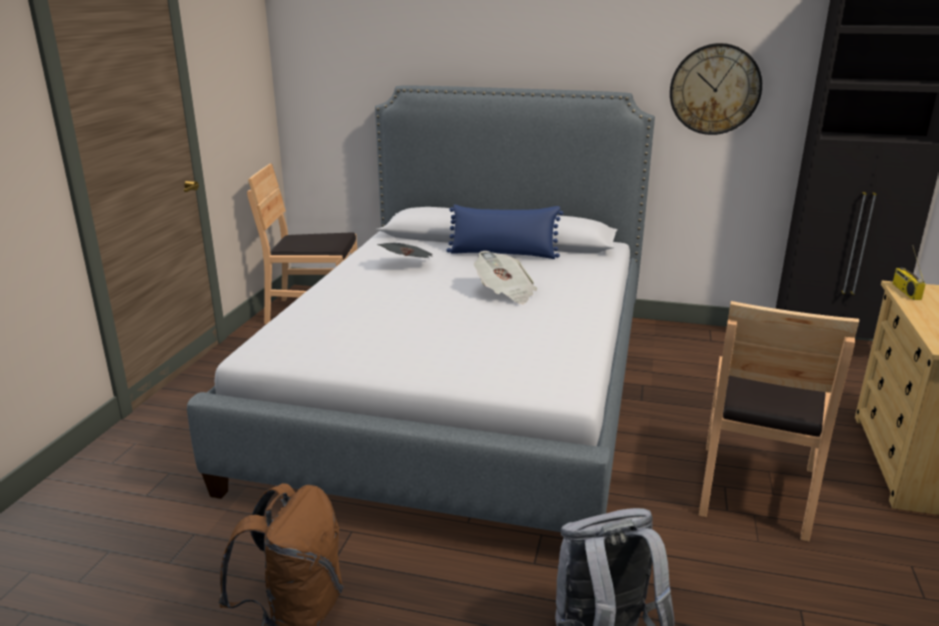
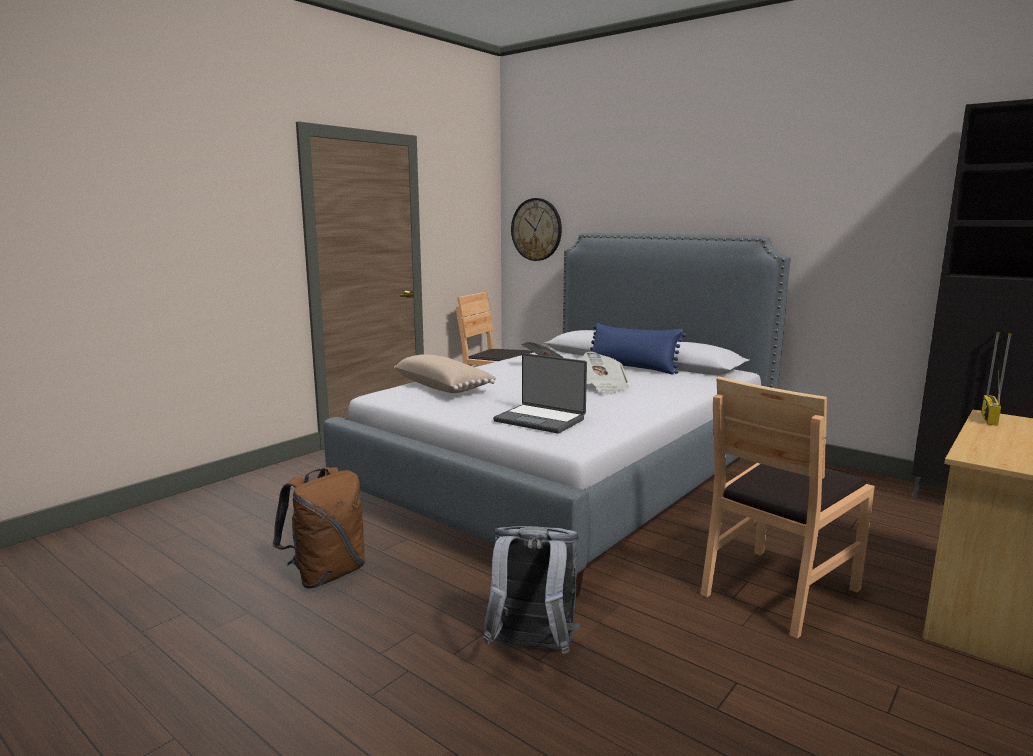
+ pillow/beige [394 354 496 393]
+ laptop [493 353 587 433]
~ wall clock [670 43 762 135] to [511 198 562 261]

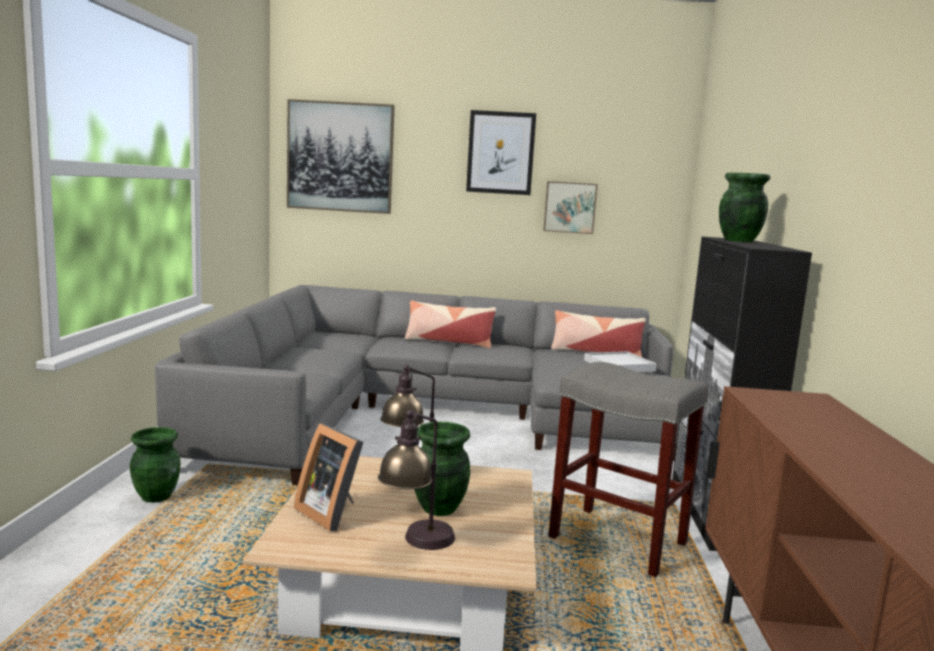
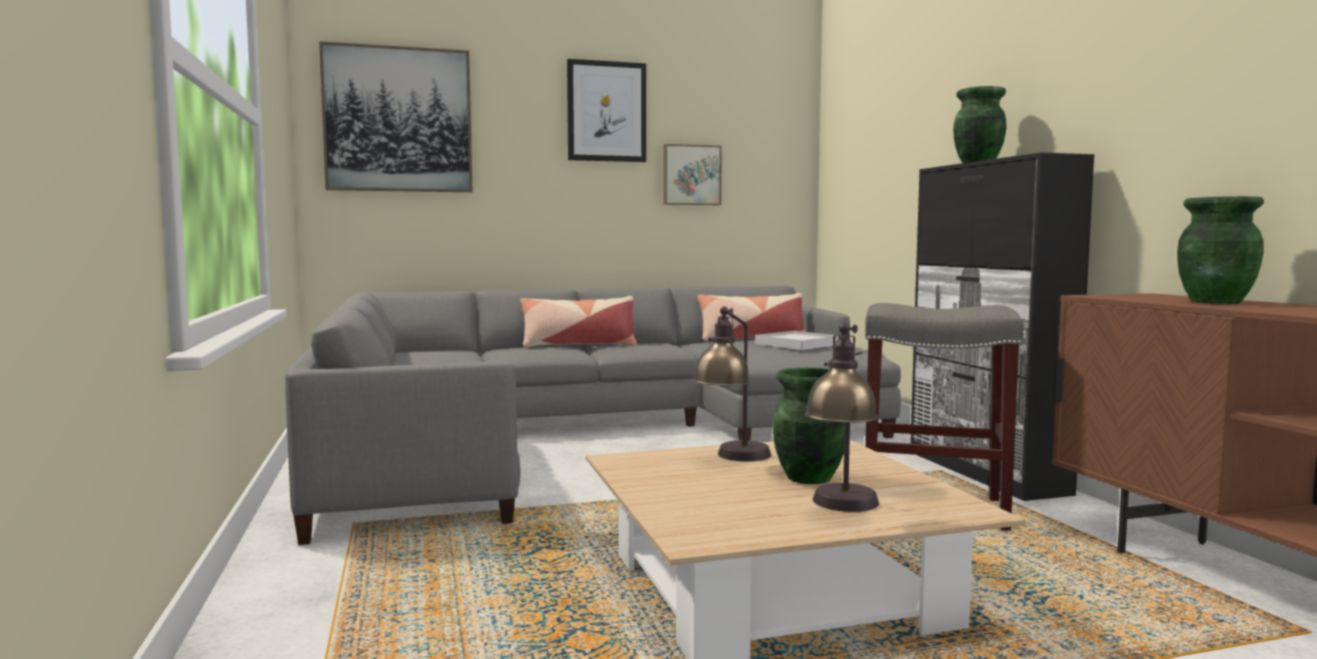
~ vase/green [130 427 181 503] to [1177 196 1264 304]
- picture frame [294 423 363 531]

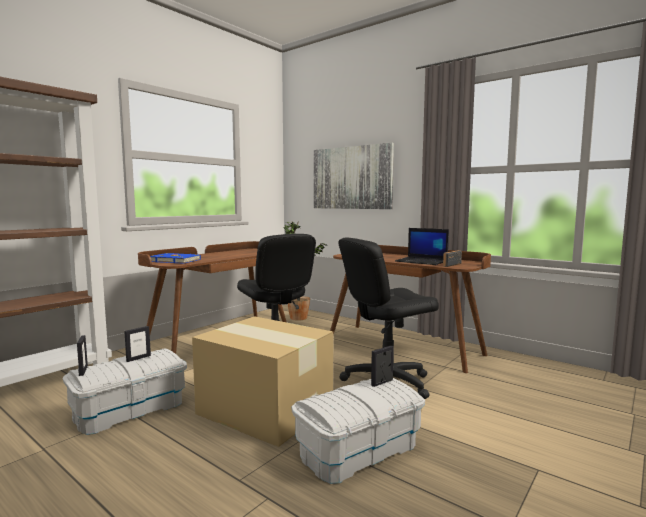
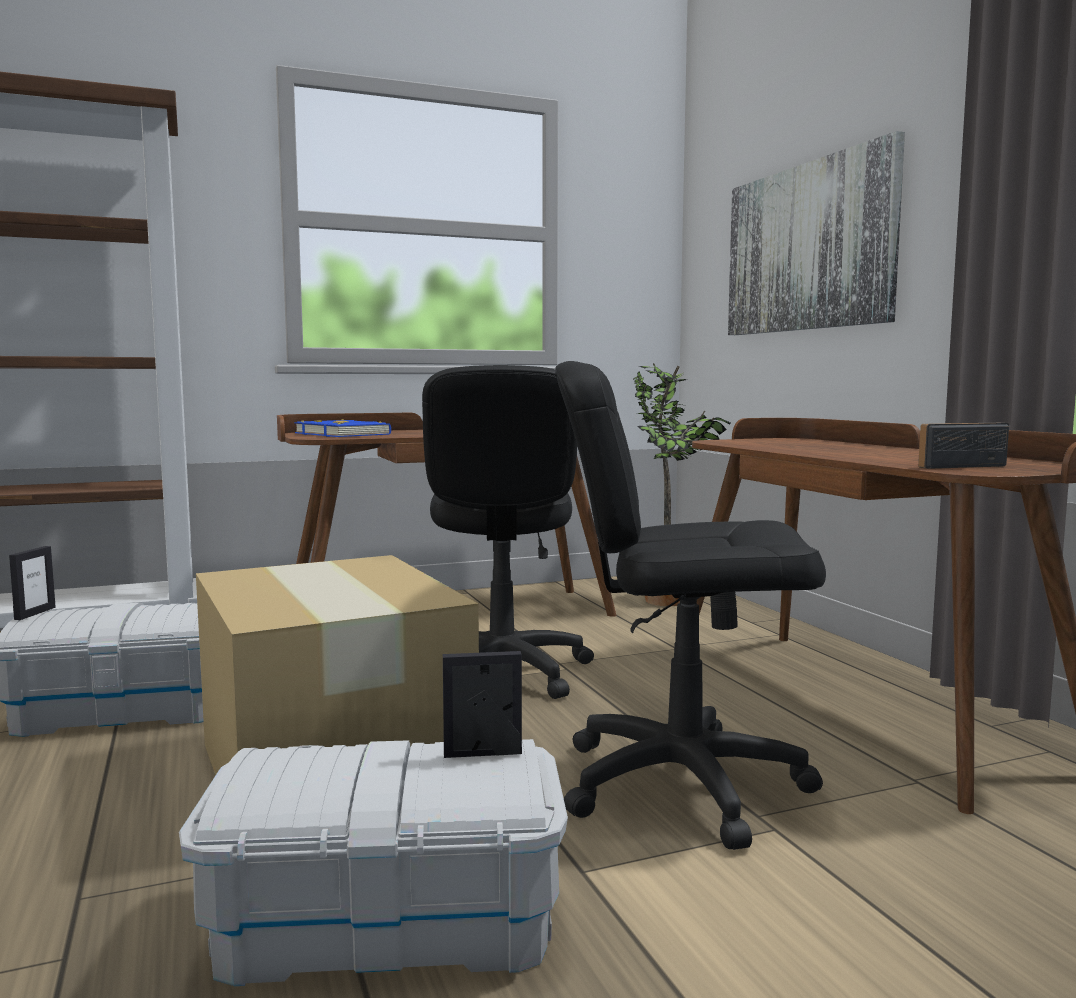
- picture frame [124 326 151 362]
- laptop [395 228 449 265]

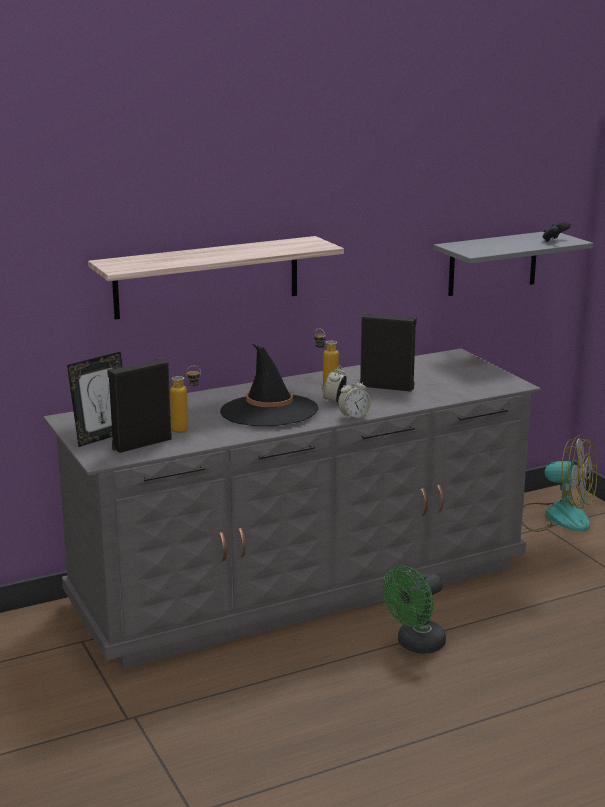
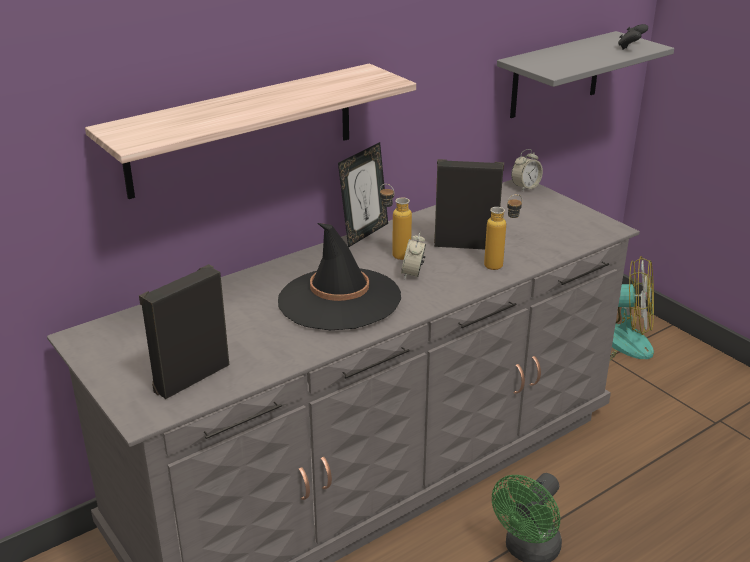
~ picture frame [67 352 123 447] to [338 142 388 247]
~ bottle [170 366 201 433] to [484 194 523 270]
~ alarm clock [338 378 371 419] to [511 149 543 192]

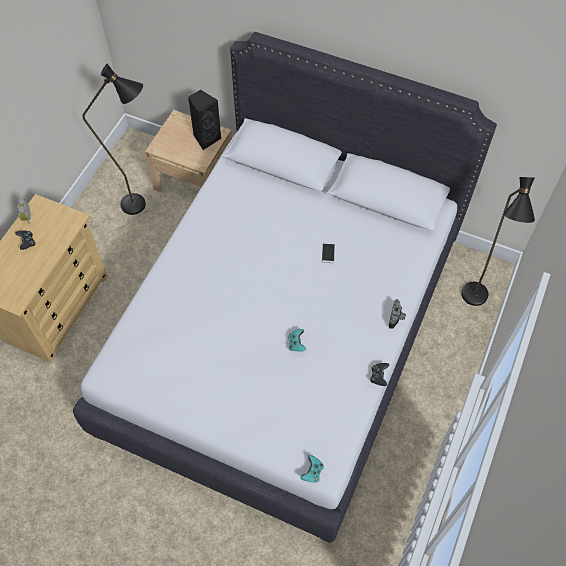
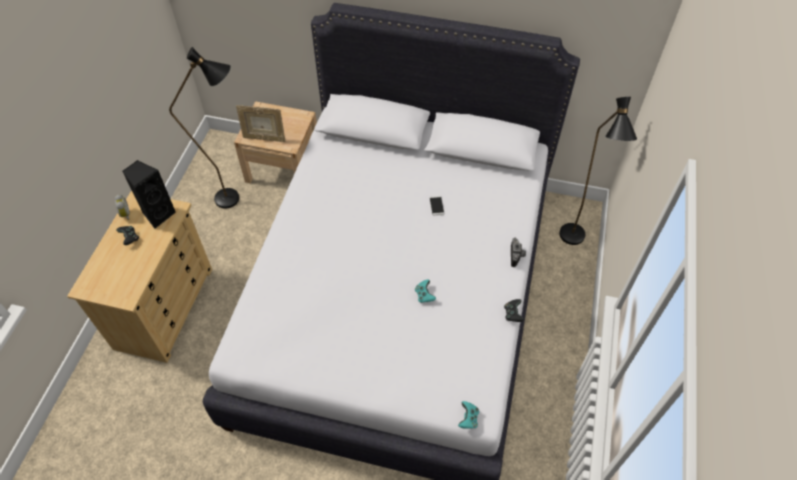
~ speaker/black [188 90 222 150] to [122 160 176 229]
+ picture frame [236 105 285 142]

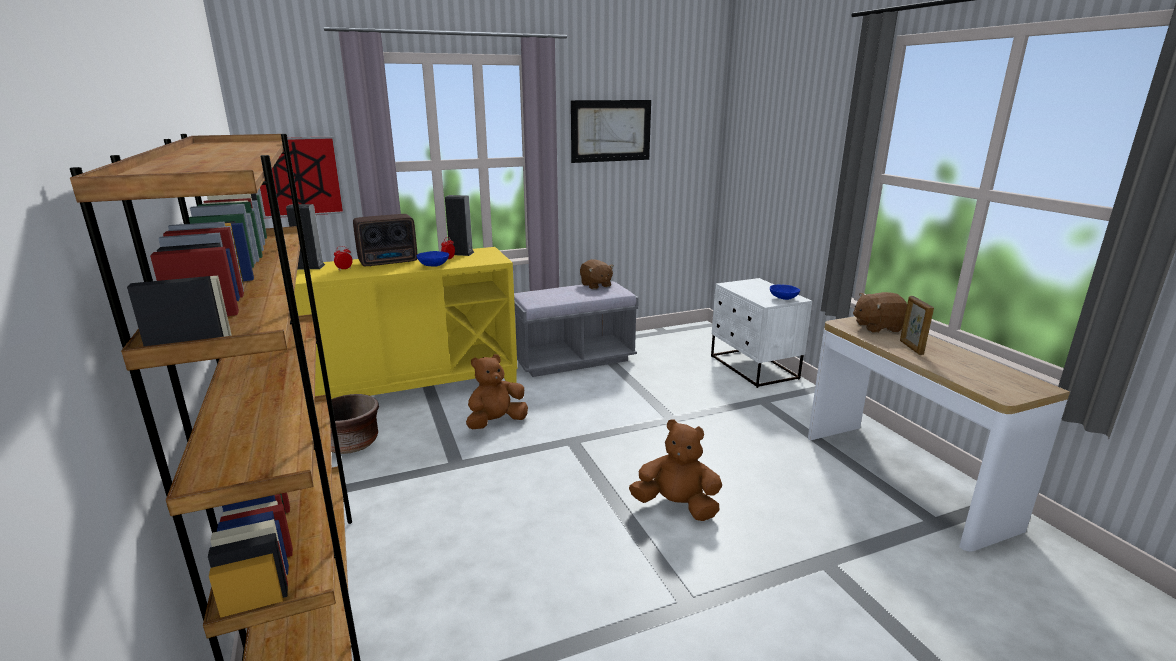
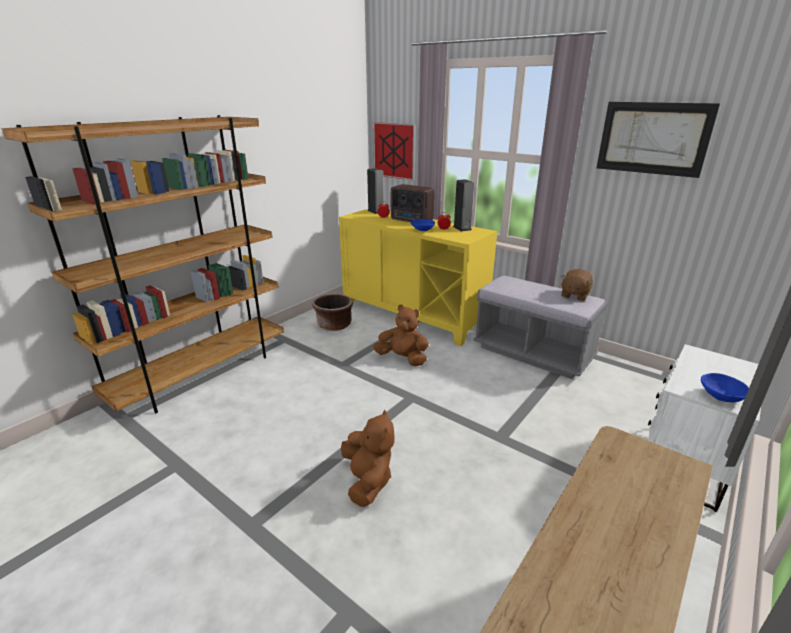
- plush toy/brown [853 292 907 333]
- picture frame [900 296 934 355]

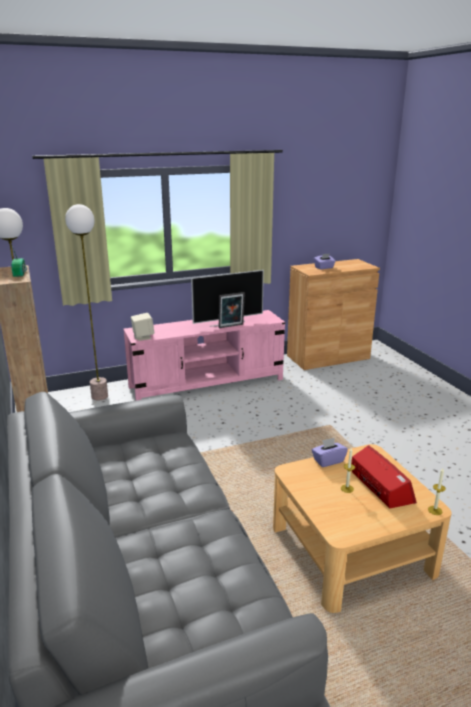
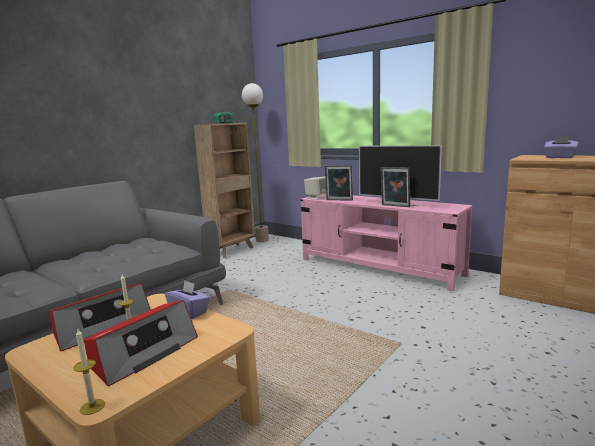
+ radio [49 283 151 351]
+ picture frame [325 165 353 200]
- floor lamp [65 204 108 400]

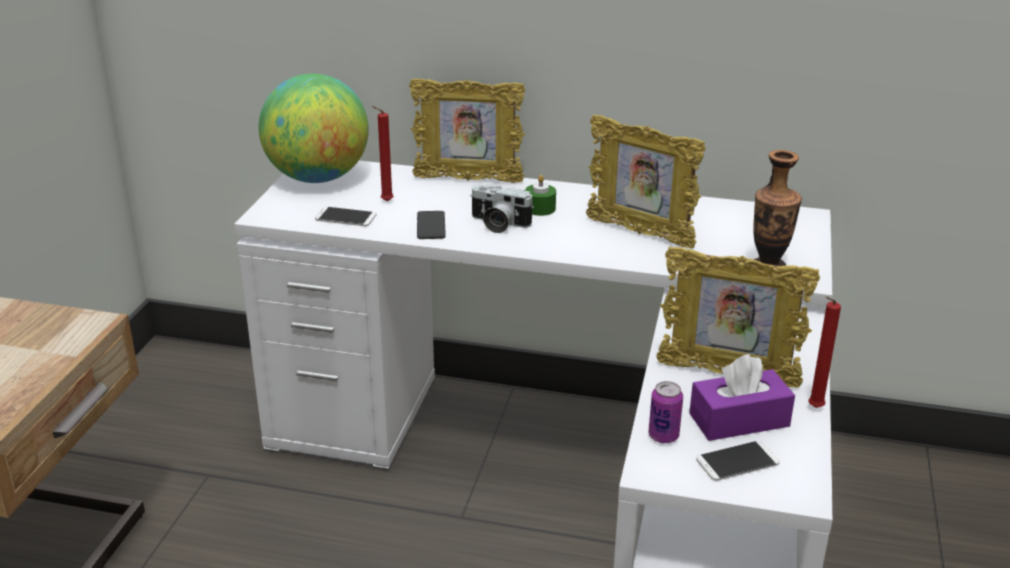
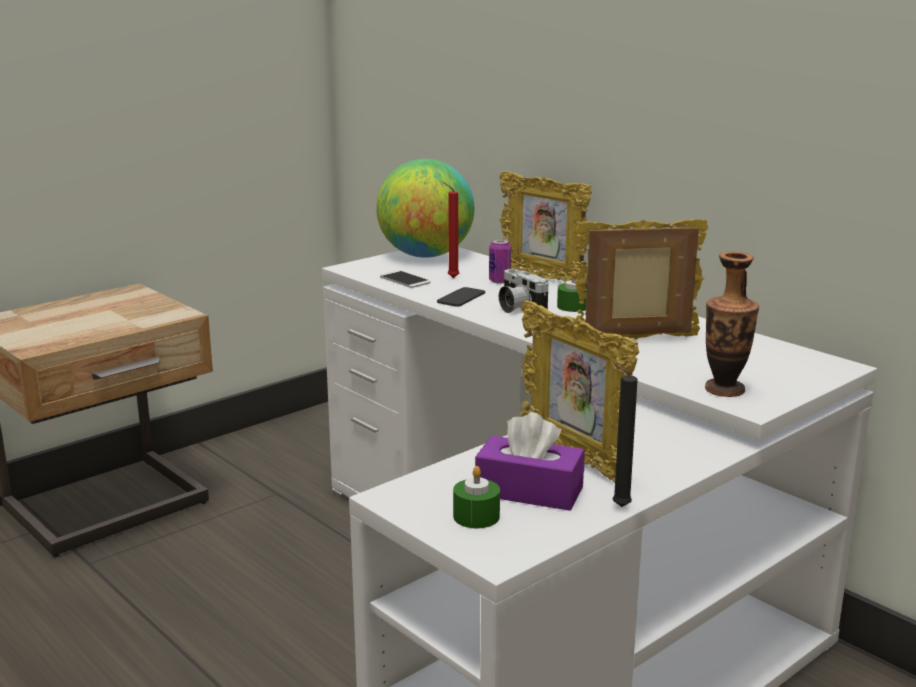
~ phone [696 441 779 481] to candle/green [453 466 500 528]
~ can [648 381 683 443] to [489 239 511 283]
~ picture frame [586 114 706 248] = [574 219 708 339] 105 degrees clockwise
~ candle/red [808 297 841 408] to candle/black [612 363 638 507]

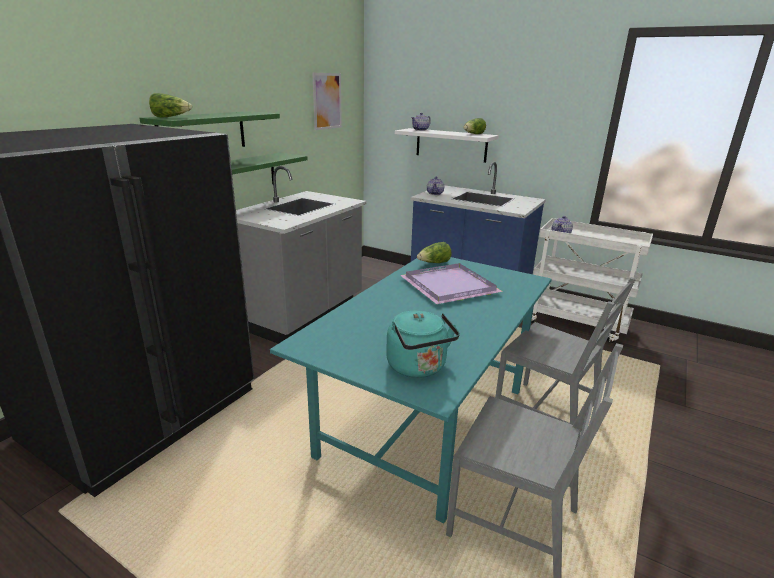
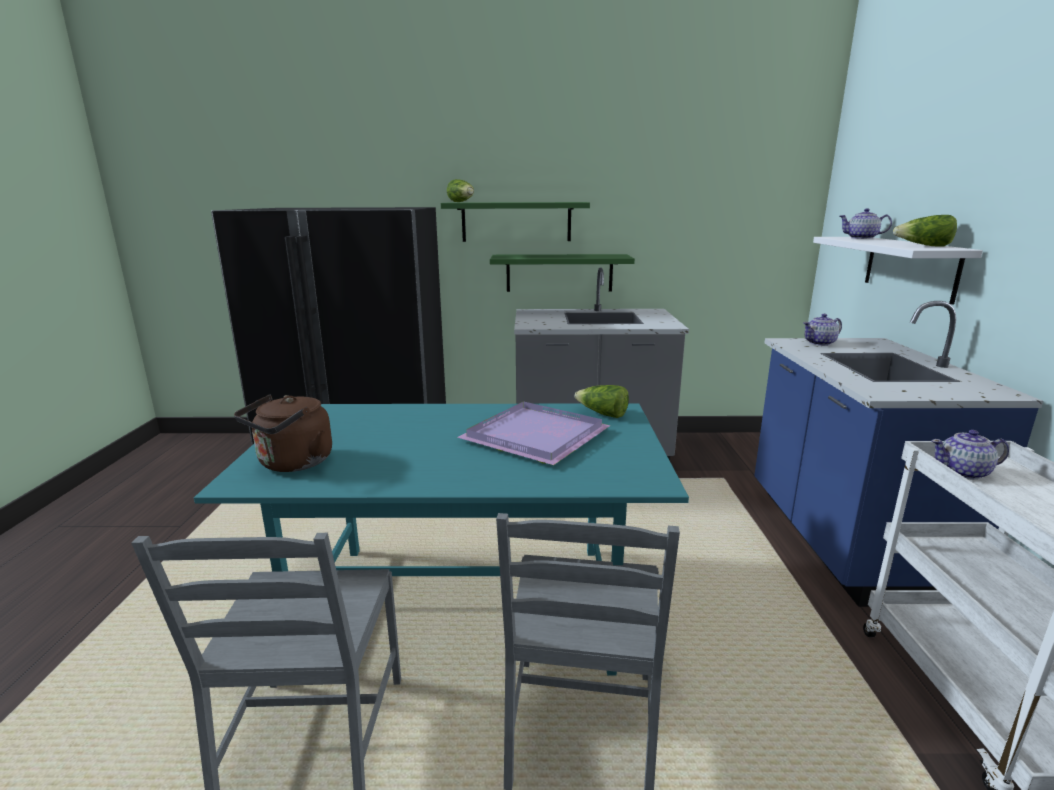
~ kettle/turquoise [386 311 460 378] to kettle/brown [234 395 332 472]
- picture [312 73 342 130]

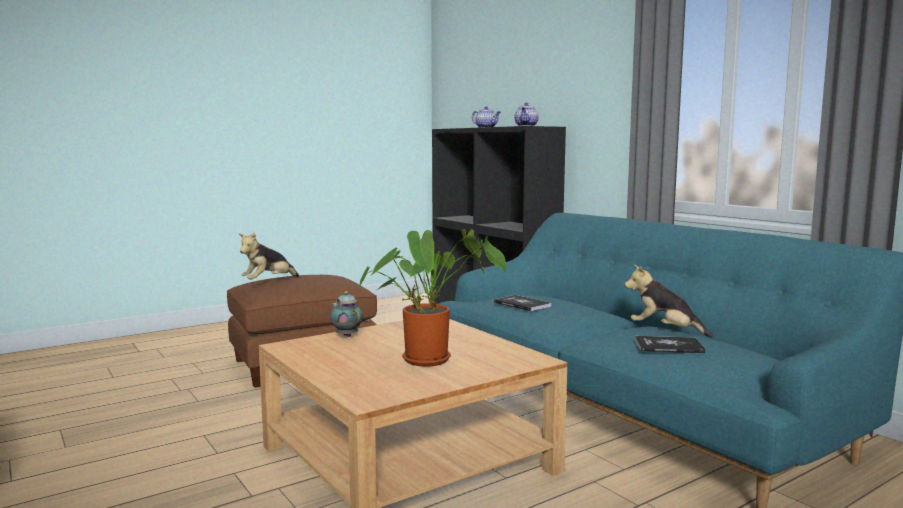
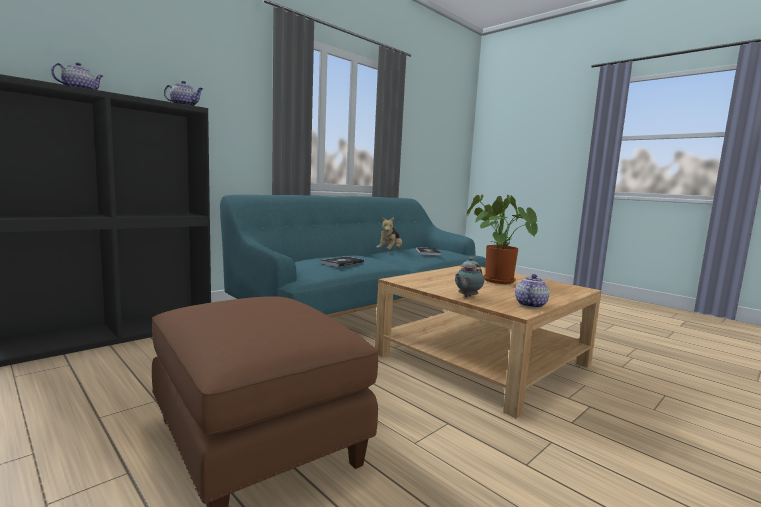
+ teapot [515 274 550 308]
- plush toy [239 232 299 280]

